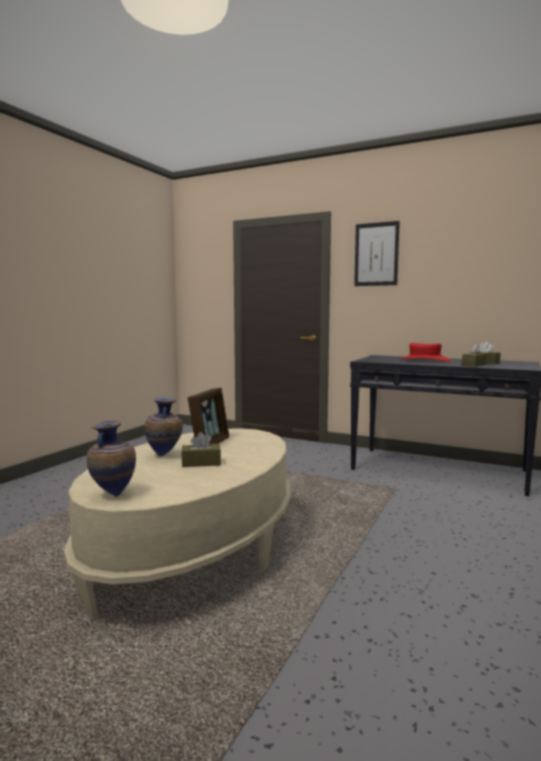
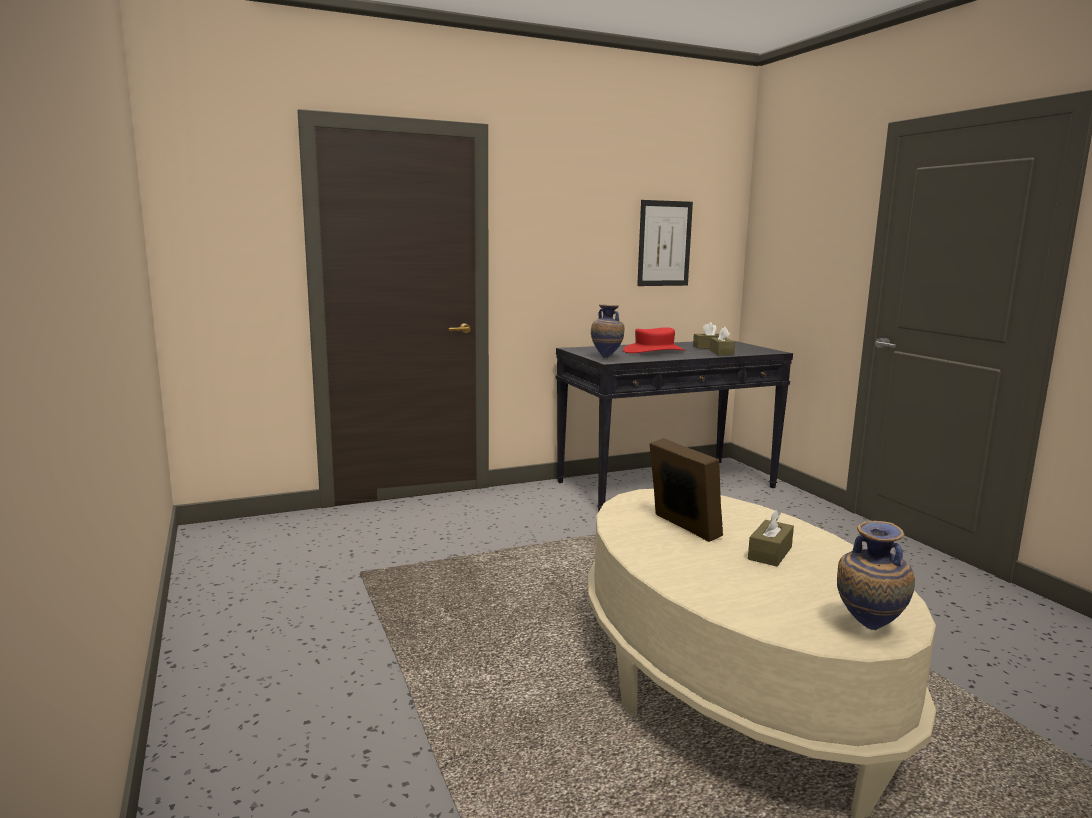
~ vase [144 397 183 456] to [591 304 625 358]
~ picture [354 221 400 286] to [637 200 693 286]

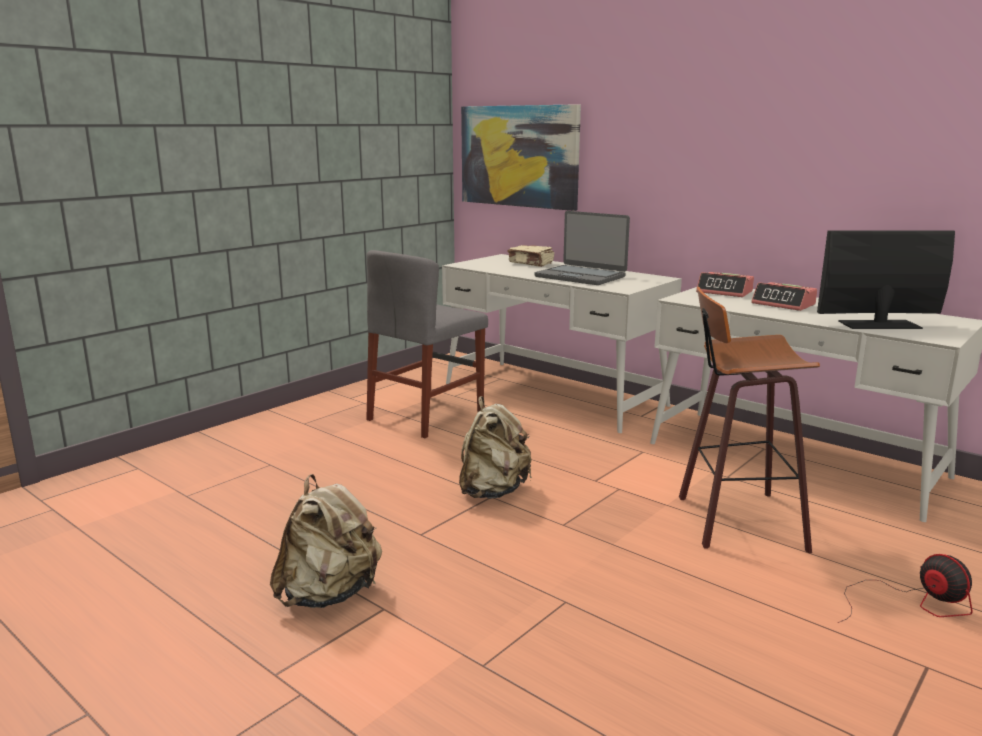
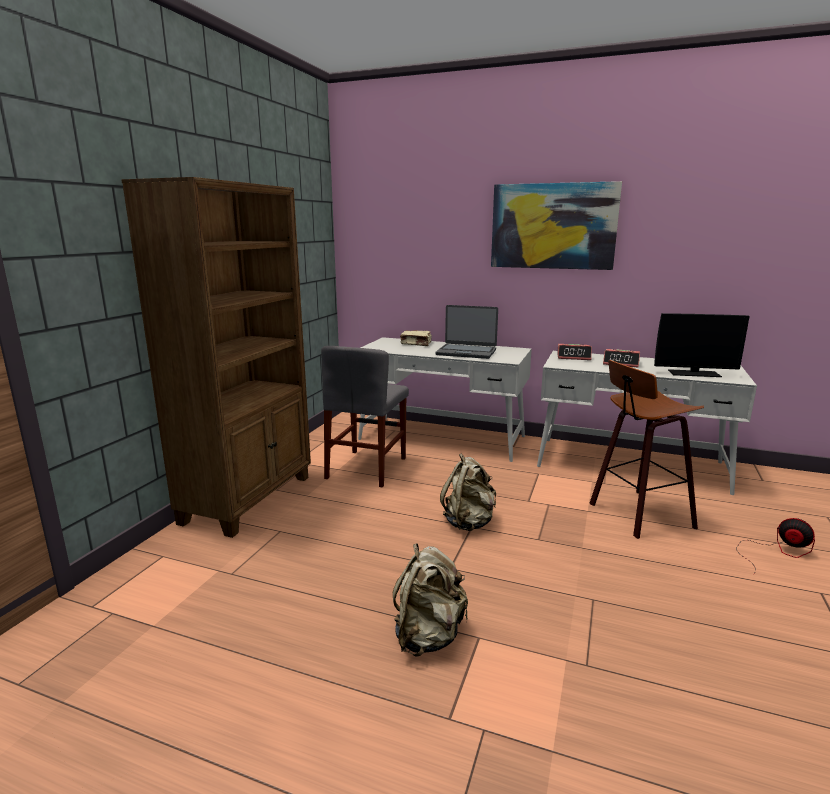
+ bookcase/brown [121 177 311 538]
~ picture [461 104 581 211] to [491 181 622 270]
~ monitor [817 230 955 329] = [654 313 750 377] 150 degrees counterclockwise

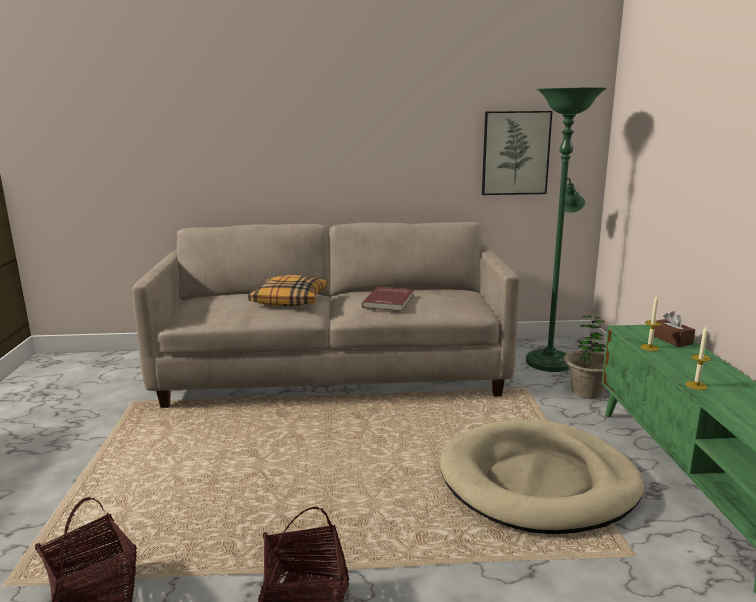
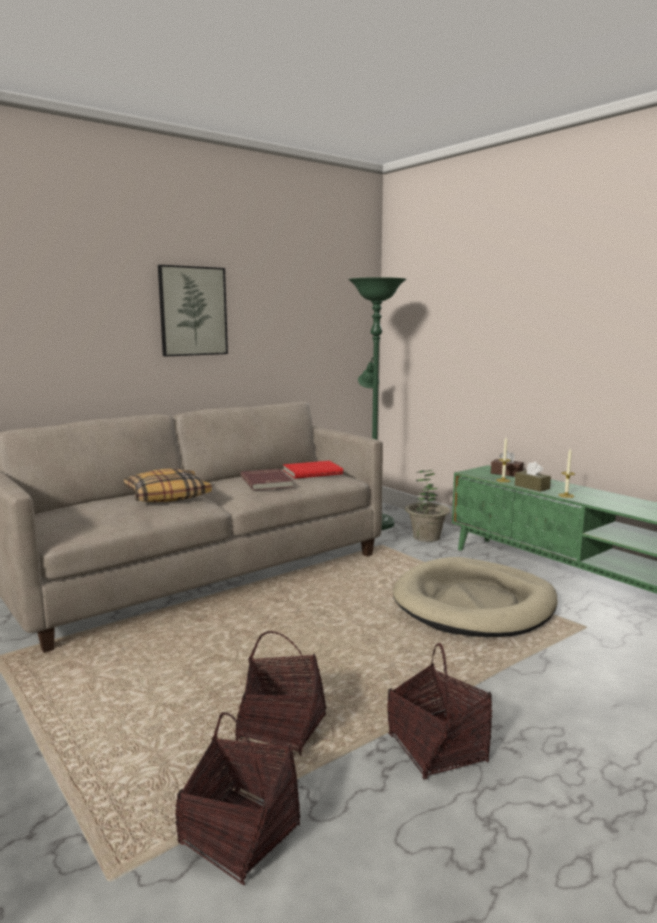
~ picture [482 111 553 195] to [158 265 228 356]
+ basket [235 631 326 756]
+ book/red [283 461 343 479]
+ tissue box/brown [515 461 551 492]

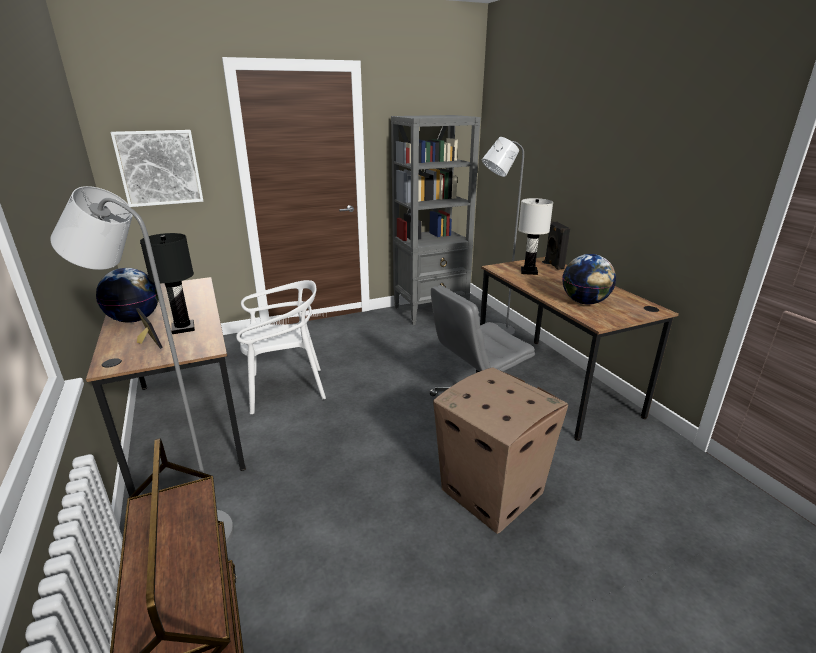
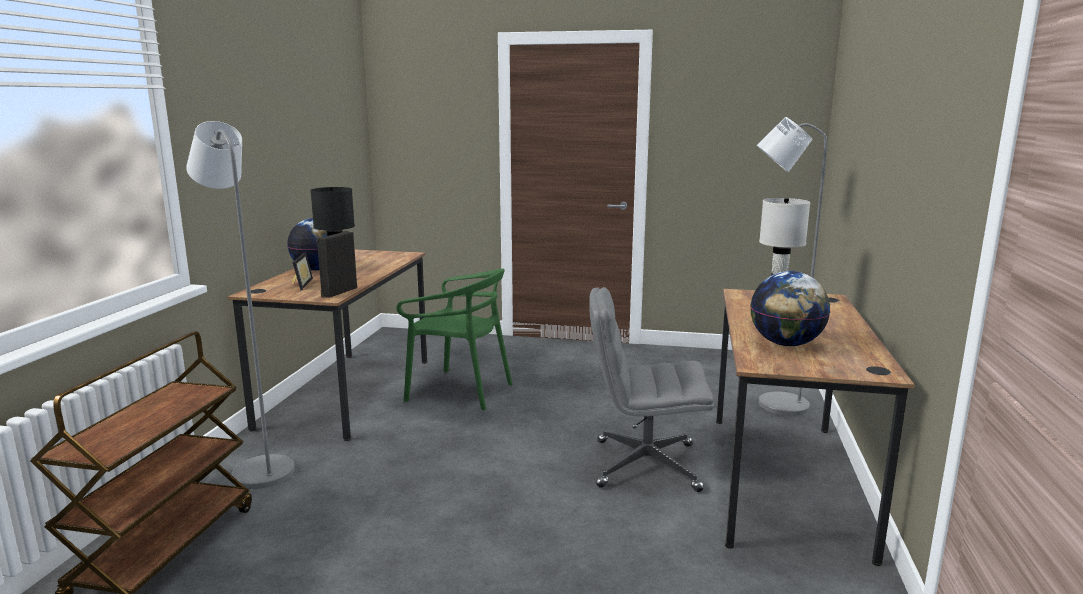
~ speaker/black [545 221 570 270] to [316 231 357 298]
~ chair/white [236 280 326 414] to chair/green [397 269 512 410]
- picture [110 130 203 207]
- bookcase/grey [391 115 481 325]
- cardboard box [433 367 568 534]

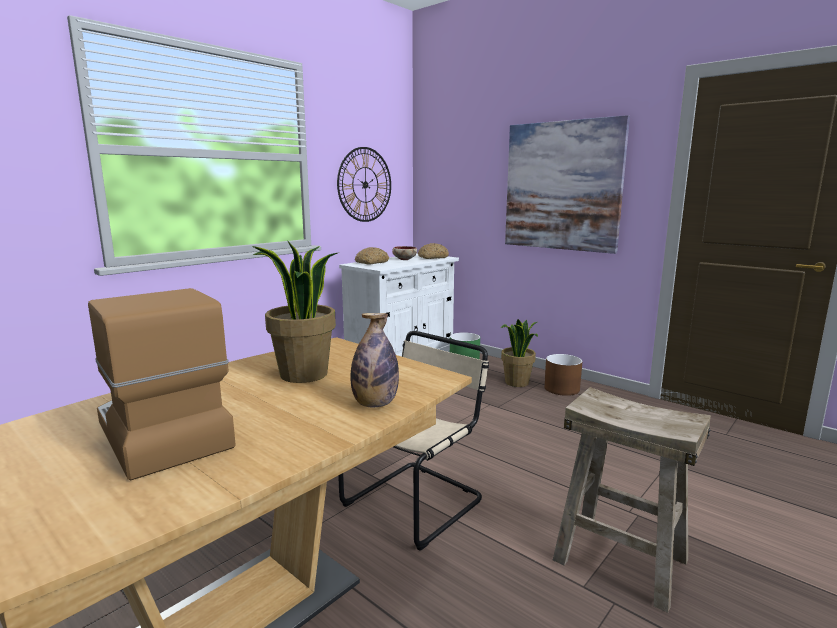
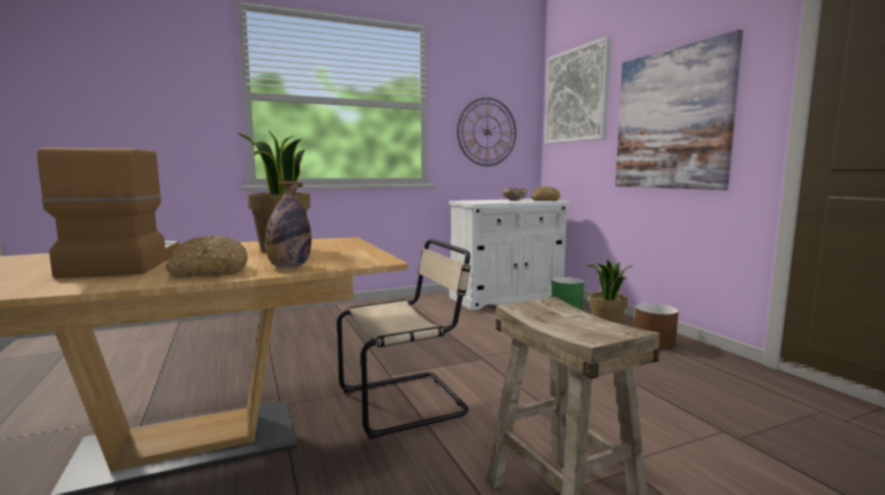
~ bread [355 247 389 265] to [165 236 248 277]
+ picture [545 36 611 144]

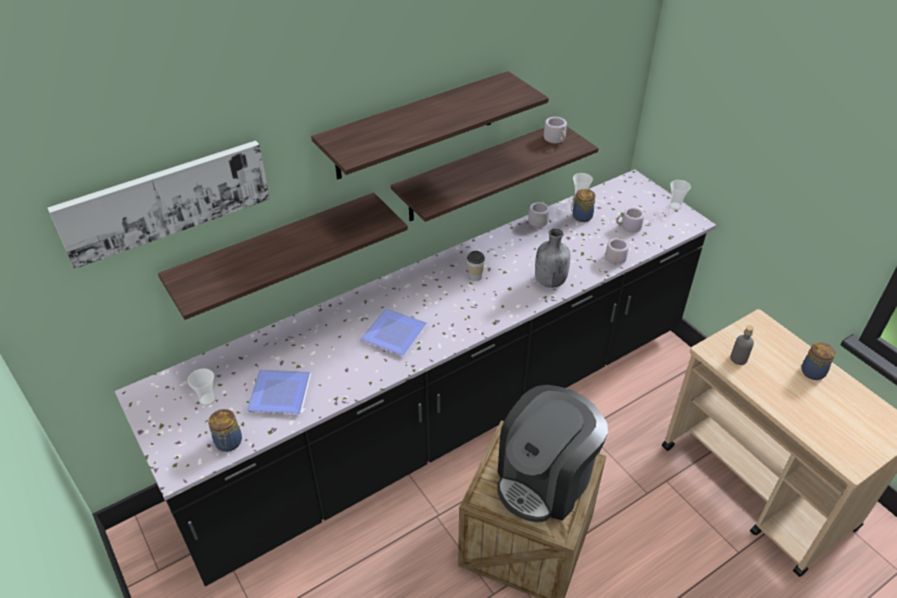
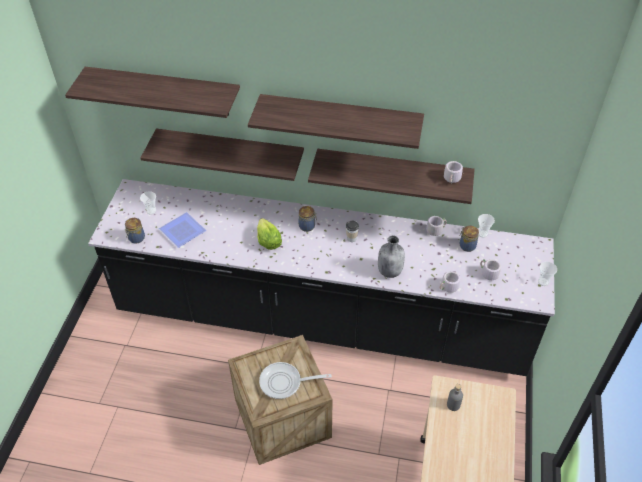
~ picture [48 141 270 269] to shelf [65 67 240 118]
~ plate [360 308 428 356] to lettuce [257 218 282 250]
~ coffee machine [497 385 608 523] to frying pan [259 362 332 399]
~ jar [802 342 835 380] to [299 206 317 232]

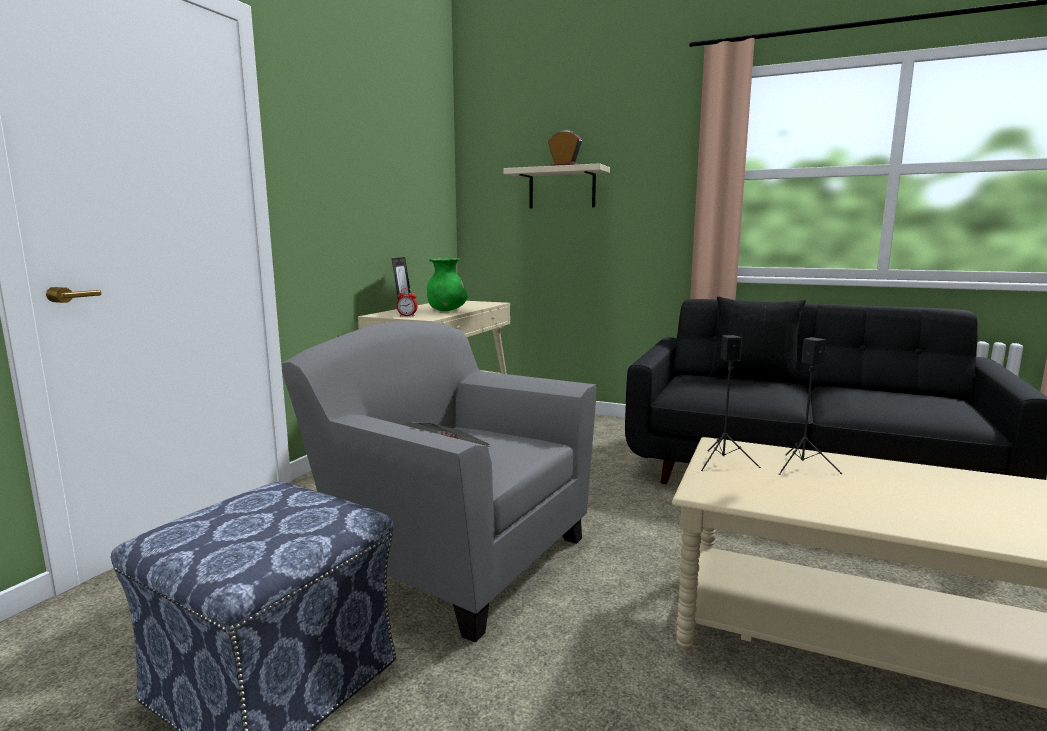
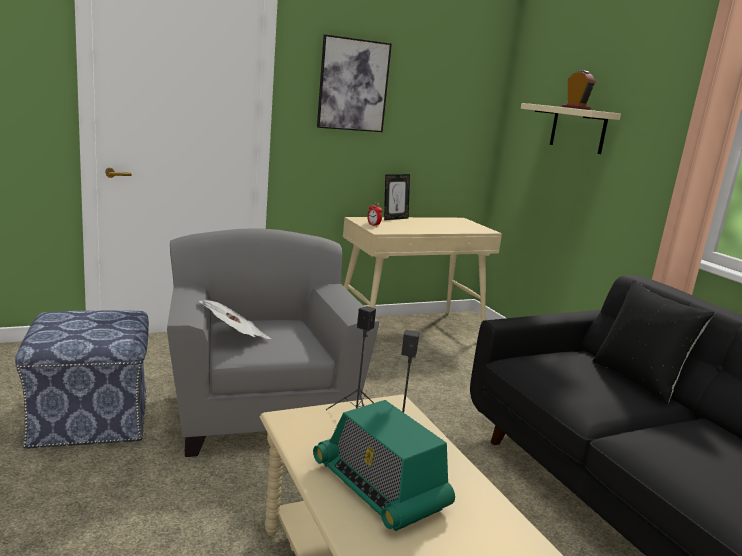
+ radio [313 400 455 531]
+ picture [317 34 392 132]
- vase/green [427 258 468 311]

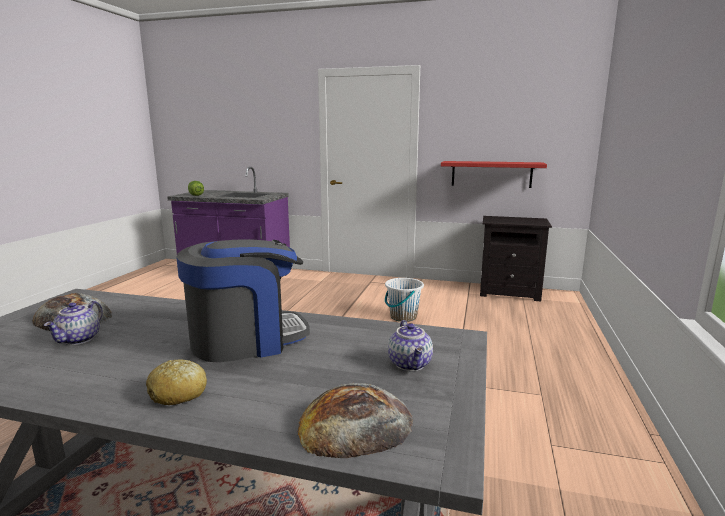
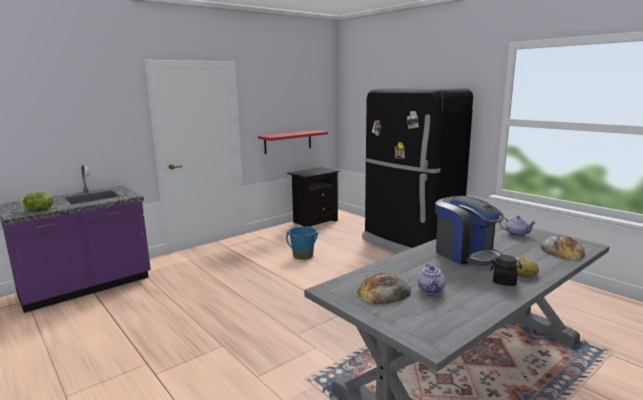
~ bucket/white [385 278 424 322] to bucket/blue [286 226 318 260]
+ fridge/black [362 88 473 254]
~ teapot [44 301 103 345] = [418 263 445 294] 45 degrees clockwise
~ coffee machine [176 239 310 362] = [435 196 504 266] 135 degrees clockwise
+ jar/black [490 255 522 286]

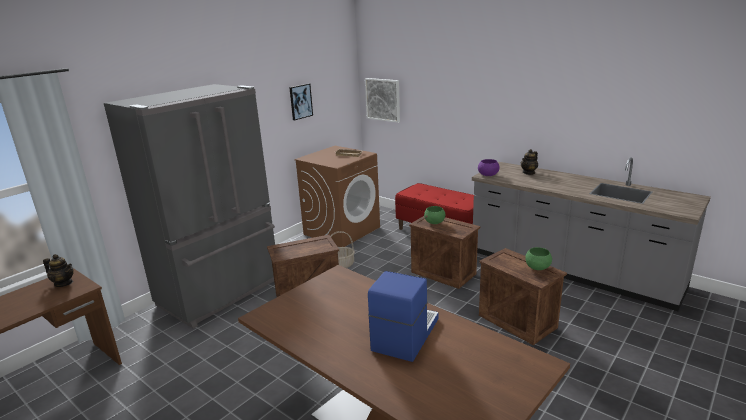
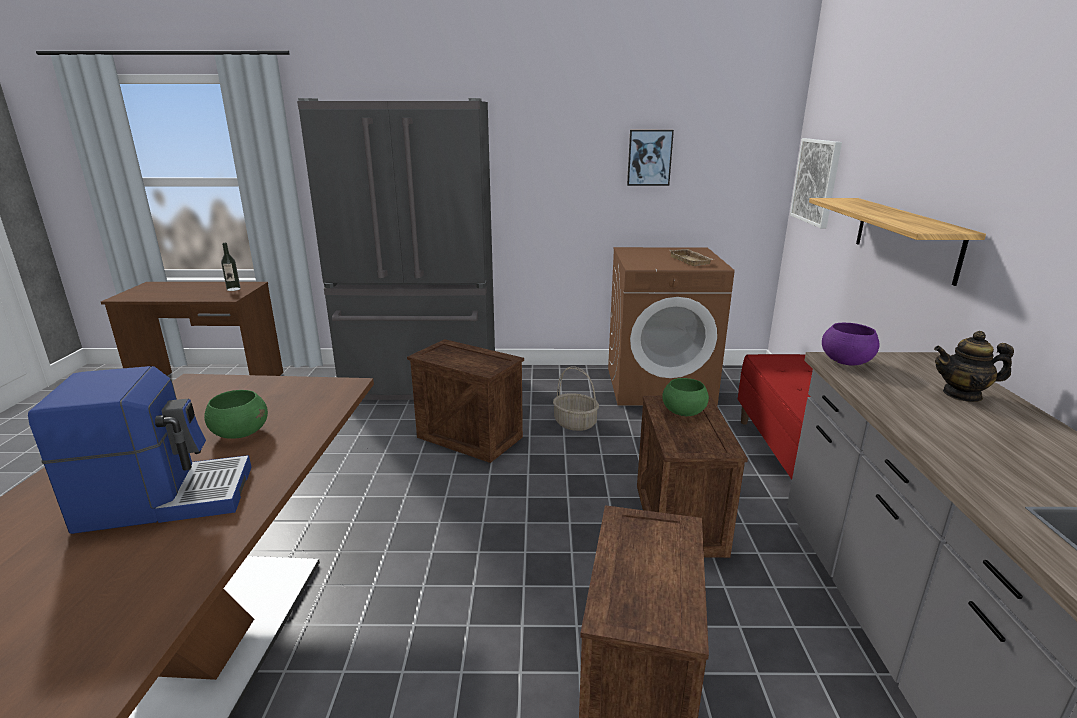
~ bowl/green [525 247 552 270] to [204 390 268 439]
~ teapot [43 254 74 287] to bottle [221 243 241 291]
+ shelf [809 198 986 286]

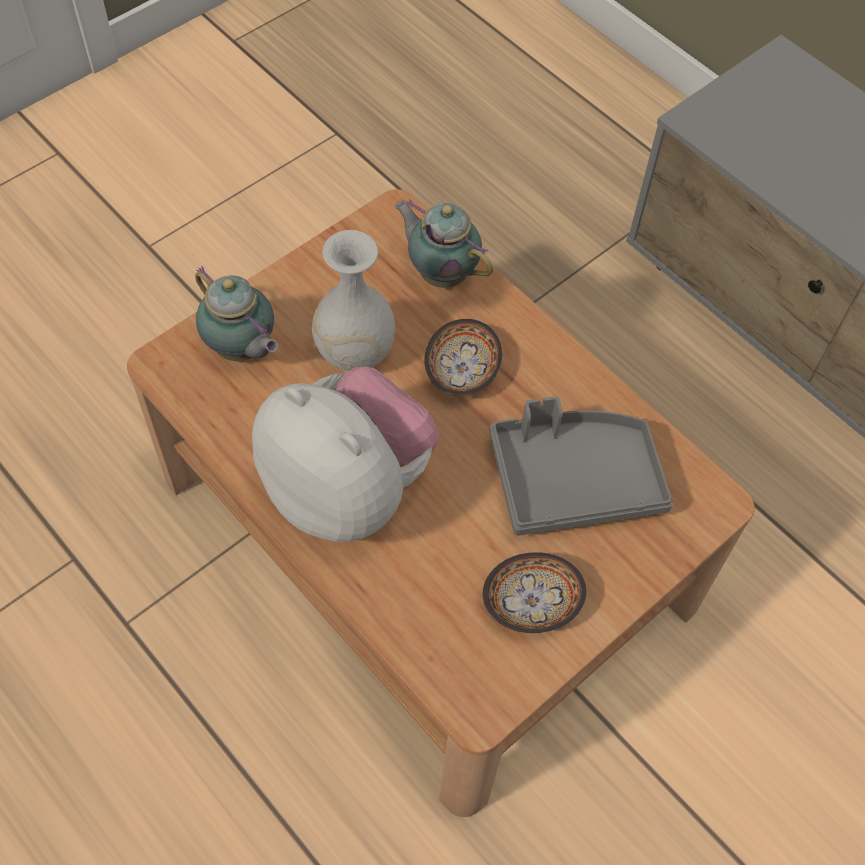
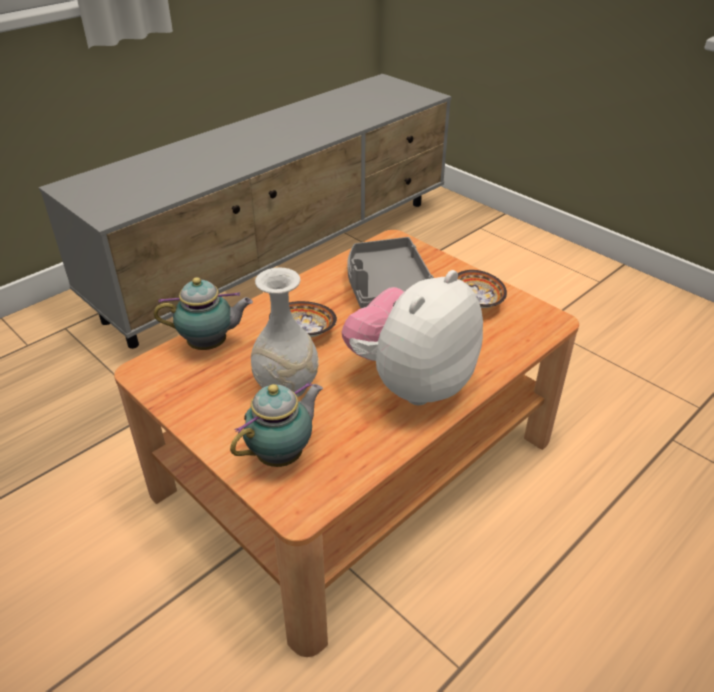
~ teapot [395 199 493 288] = [154 277 253 350] 135 degrees counterclockwise

